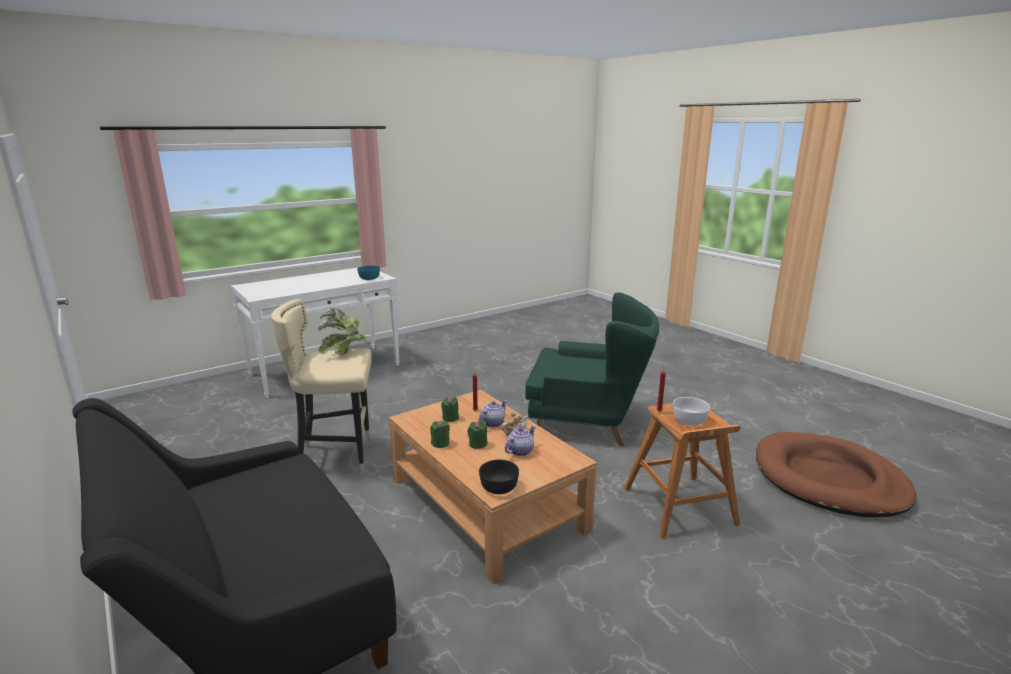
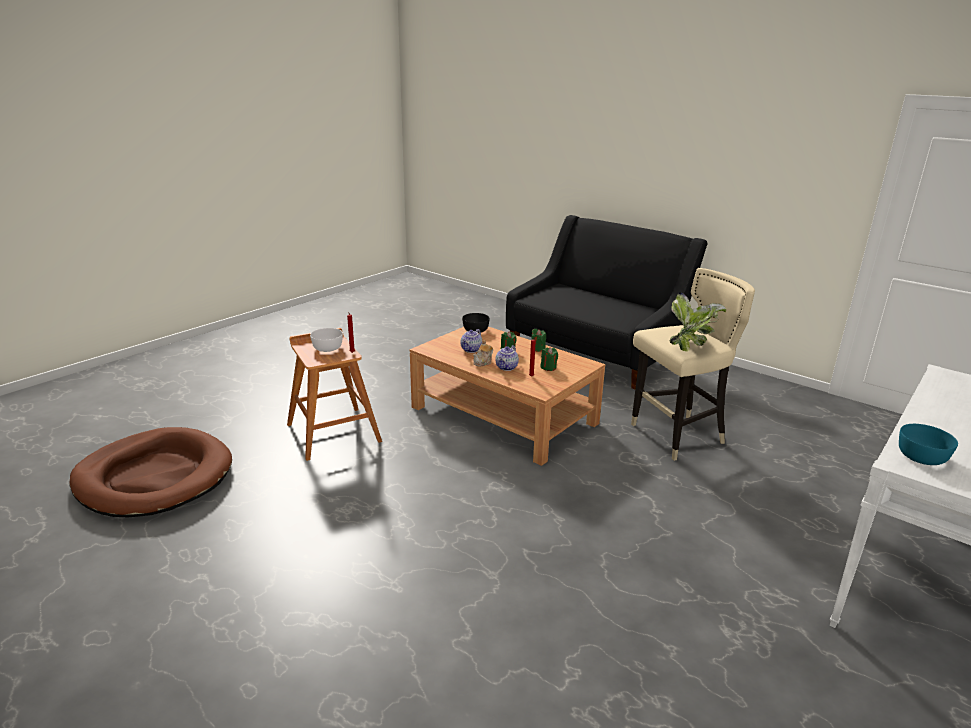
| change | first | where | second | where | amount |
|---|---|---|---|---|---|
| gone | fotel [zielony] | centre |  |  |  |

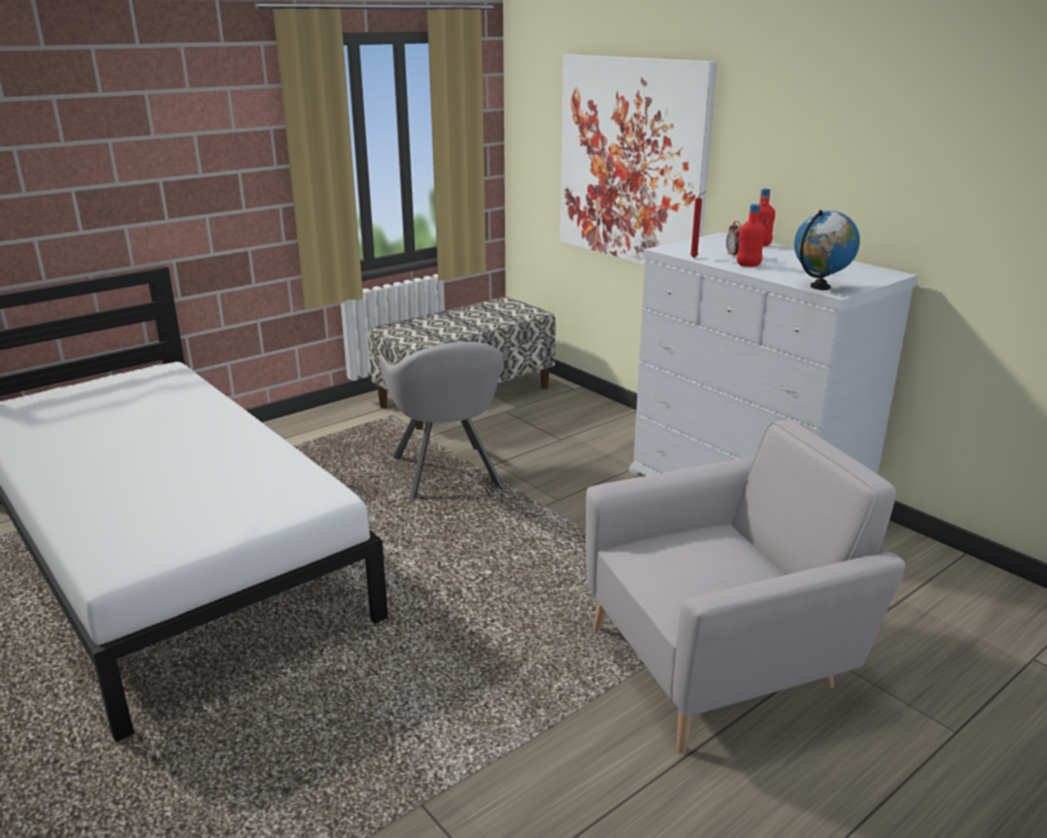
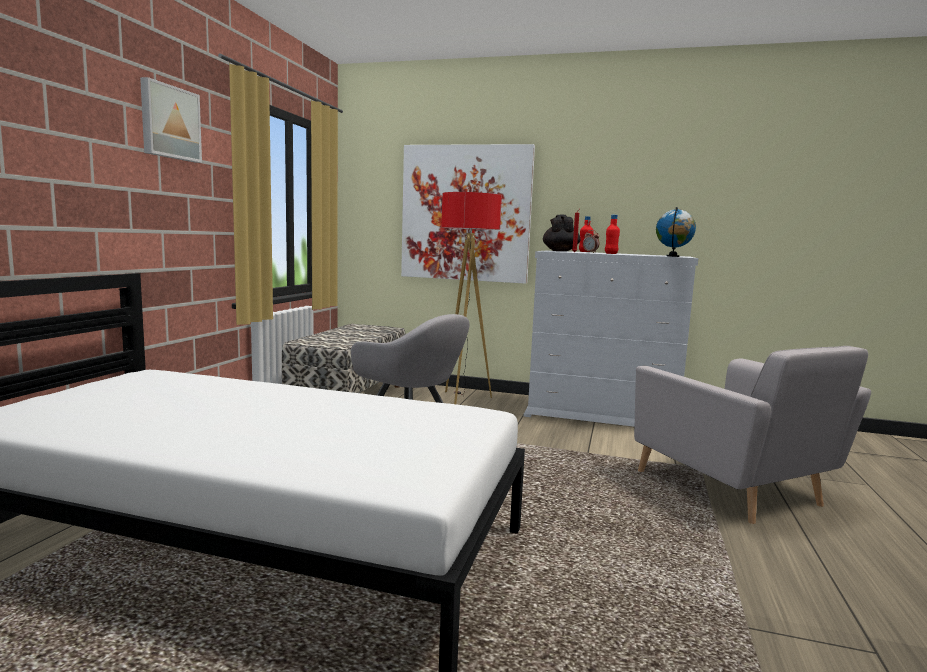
| change | first | where | second | where | amount |
|---|---|---|---|---|---|
| new |  |  | obraz (no. 1 from left) | top left |  |
| new |  |  | lampa stojąca | centre |  |
| new |  |  | imbryk [czarny] | centre |  |
| rotated | fotel [szary] (no. 2 from left) | bottom right |  | middle right | 120 degrees clockwise |

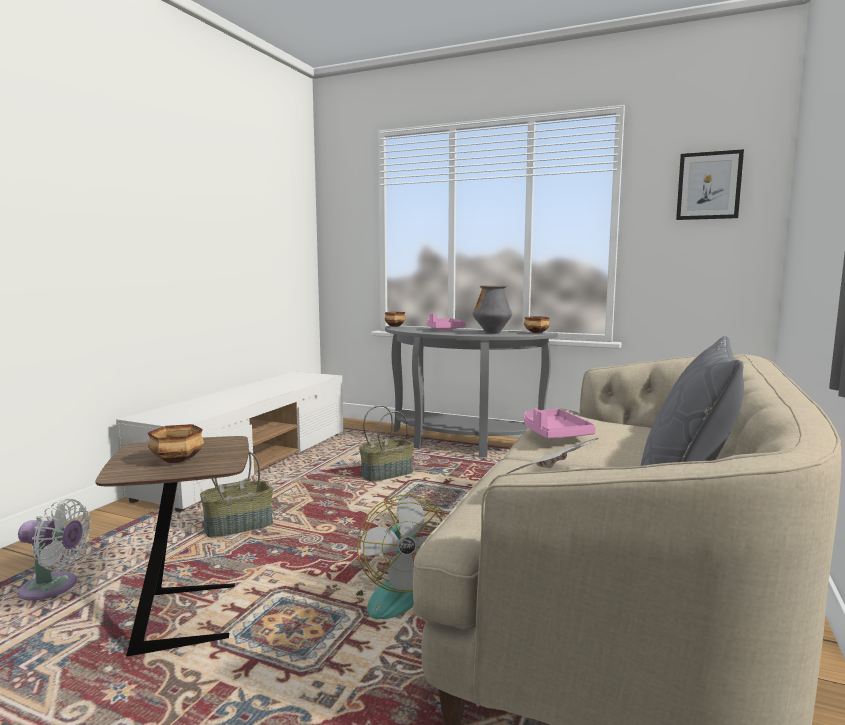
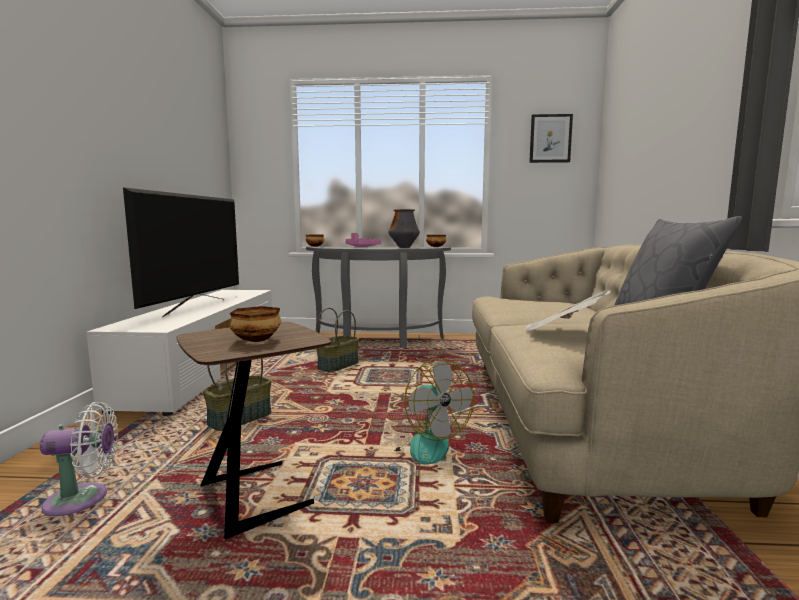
| change | first | where | second | where | amount |
|---|---|---|---|---|---|
| new |  |  | telewizor | middle left |  |
| gone | taca [różowy] (no. 2 from left) | centre |  |  |  |

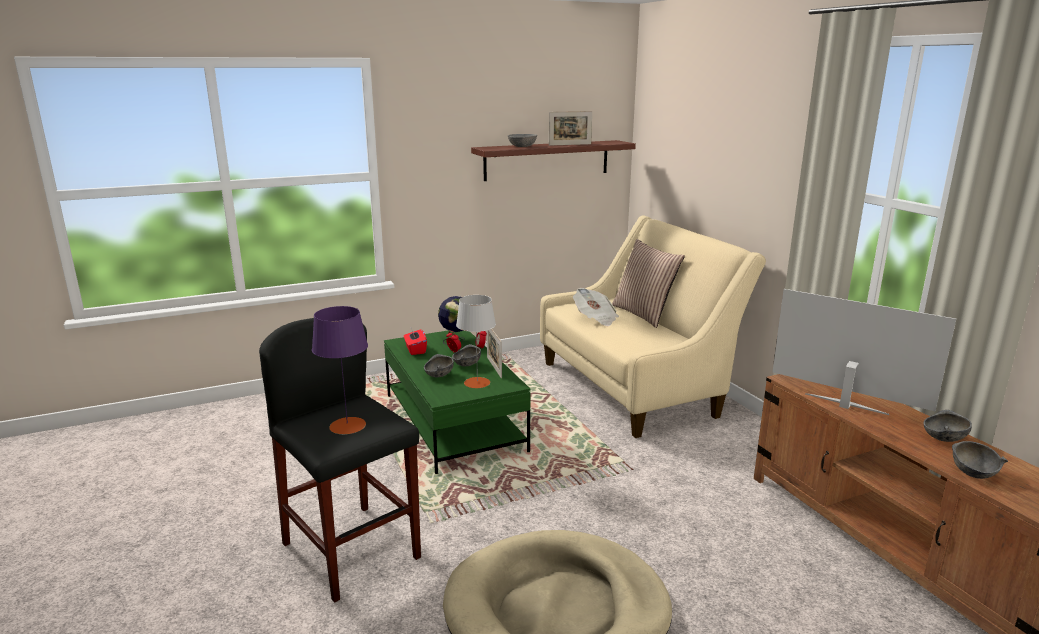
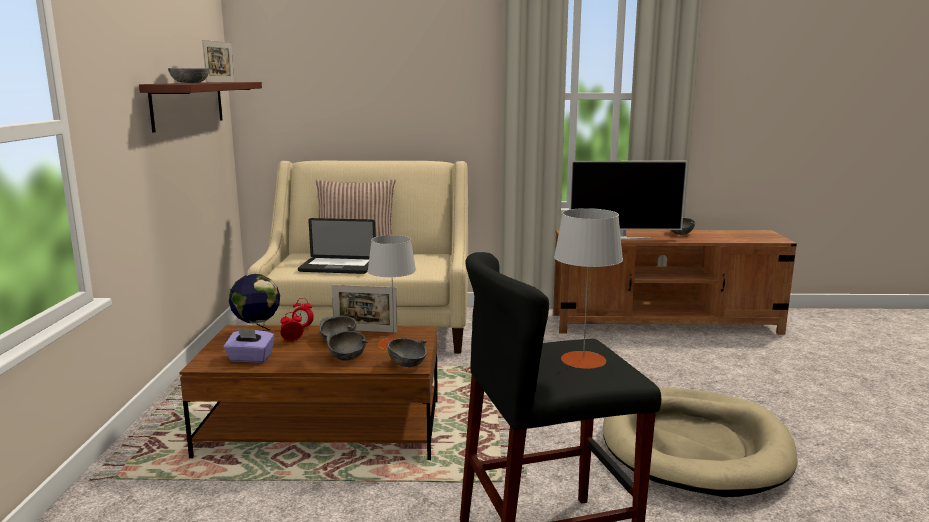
| change | first | where | second | where | amount |
|---|---|---|---|---|---|
| repainted | ława [zielony] | centre | ława [brązowy] | bottom left |  |
| repainted | pudełko chusteczek [czerwony] | centre | pudełko chusteczek [fioletowy] | middle left |  |
| swapped | gazeta | centre | laptop | centre |  |
| shifted | miska [szary] (no. 5 from left in the first image) | bottom right | miska [szary] (no. 4 from left) | bottom centre |  |
| repainted | lampa stołowa [fioletowy] | middle left | lampa stołowa [szary] (no. 2 from left) | centre |  |
| rotated | telewizor | middle right |  | middle right | 150 degrees counterclockwise |

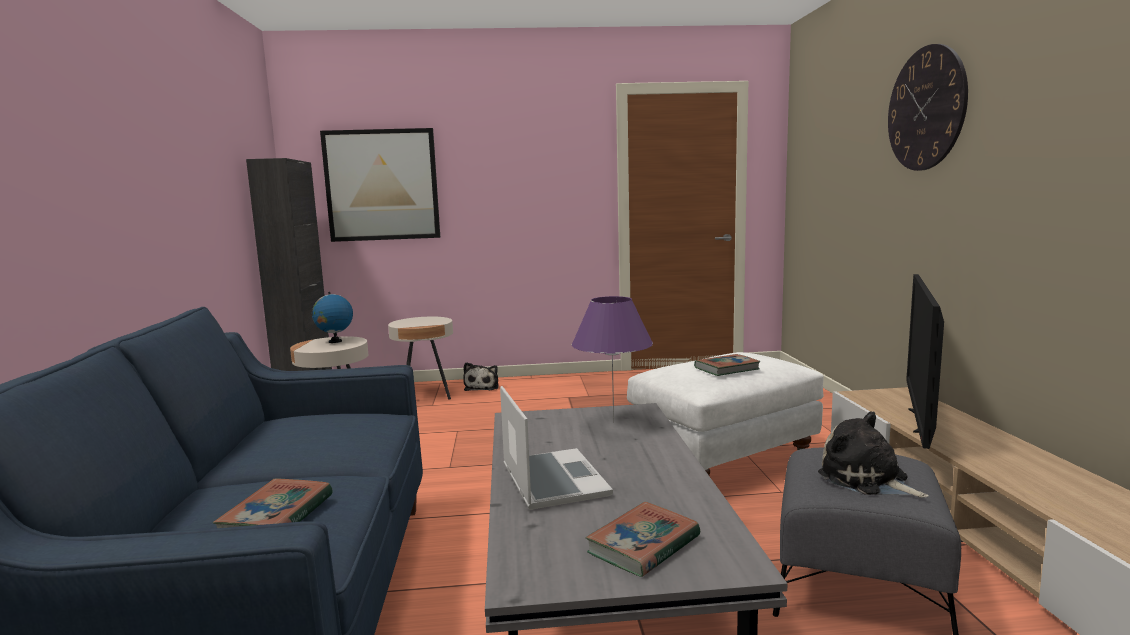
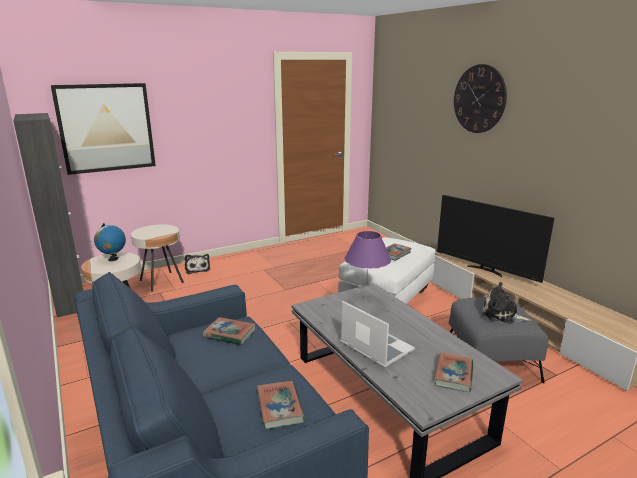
| change | first | where | second | where | amount |
|---|---|---|---|---|---|
| new |  |  | książka (no. 1 from left) | bottom centre |  |
| rotated | telewizor | middle right |  | middle right | 45 degrees counterclockwise |

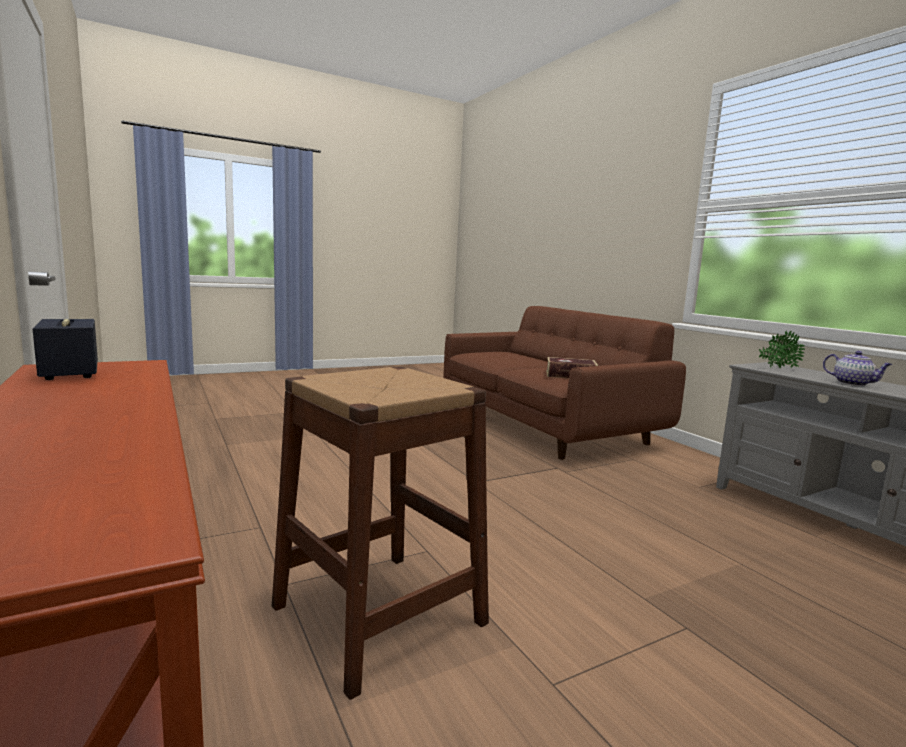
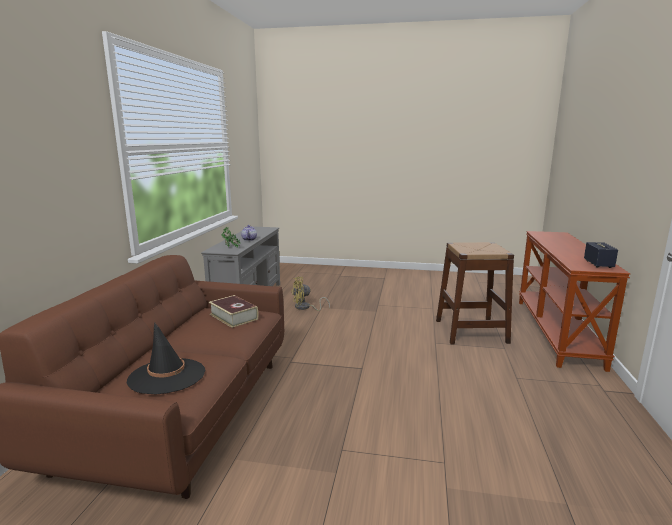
| change | first | where | second | where | amount |
|---|---|---|---|---|---|
| new |  |  | kapelusz [czarny] | bottom left |  |
| new |  |  | wentylator [żółty] | centre |  |

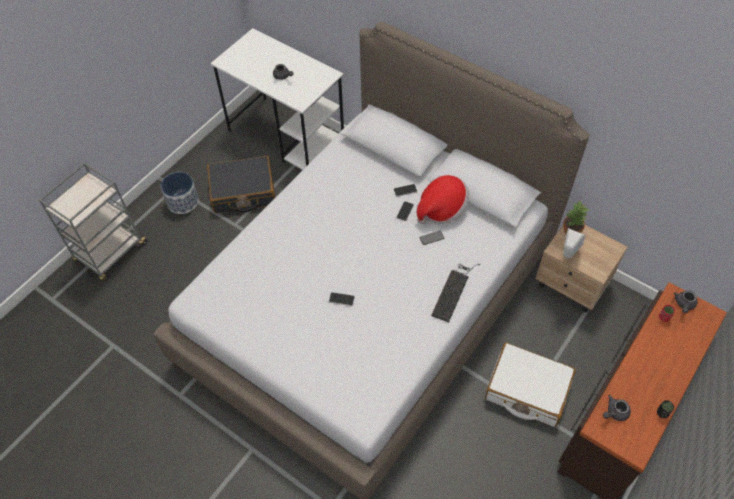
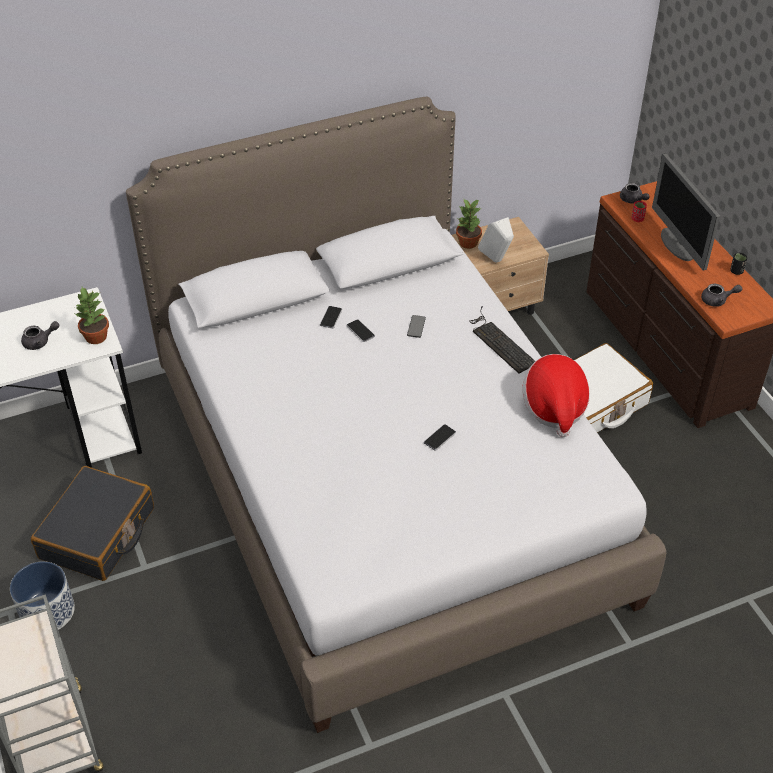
| change | first | where | second | where | amount |
|---|---|---|---|---|---|
| new |  |  | roślina doniczkowa (no. 1 from left) | middle left |  |
| shifted | kapelusz | centre |  | middle right |  |
| new |  |  | monitor | top right |  |
| rotated | imbryk [szary] (no. 2 from left in the first image) | bottom right | imbryk [szary] (no. 3 from left) | middle right | 90 degrees counterclockwise |

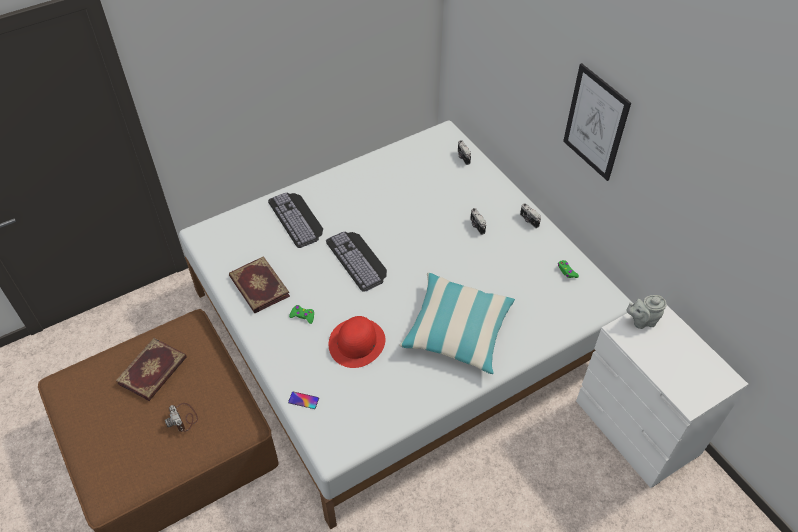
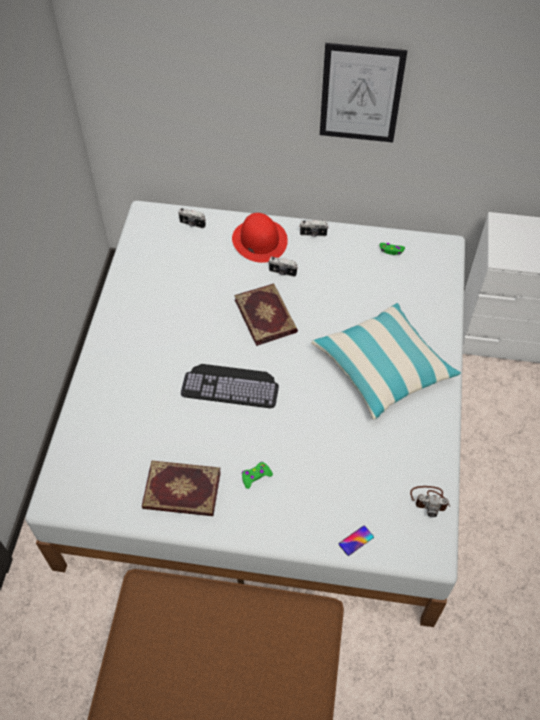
| change | first | where | second | where | amount |
|---|---|---|---|---|---|
| shifted | kapelusz [czerwony] | centre |  | top centre |  |
| shifted | książka (no. 1 from left in the first image) | bottom left | książka (no. 2 from left) | centre |  |
| shifted | aparat fotograficzny (no. 1 from left in the first image) | bottom left | aparat fotograficzny (no. 4 from left) | bottom right |  |
| gone | klawiatura (no. 1 from left) | centre |  |  |  |
| gone | imbryk [szary] | middle right |  |  |  |

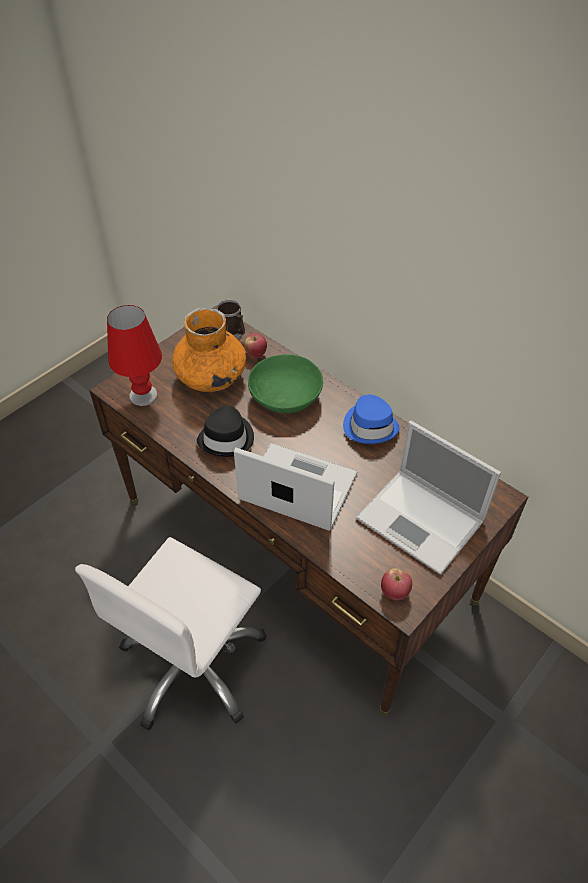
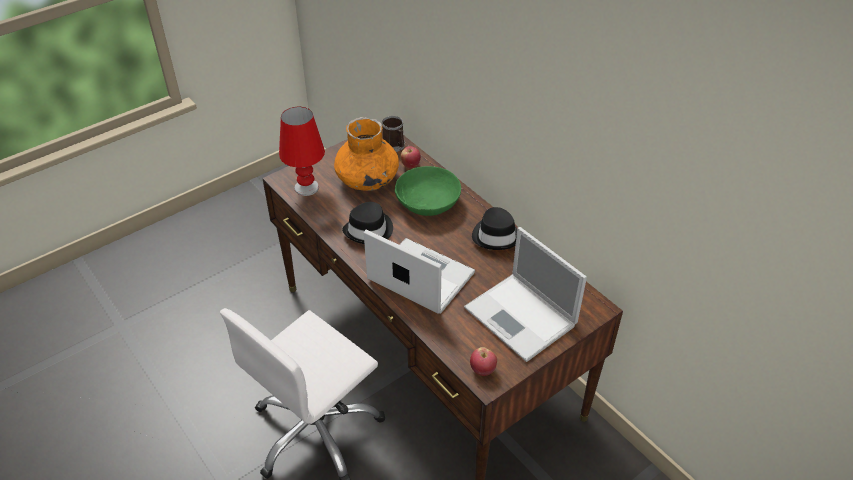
| change | first | where | second | where | amount |
|---|---|---|---|---|---|
| repainted | kapelusz [niebieski] | centre | kapelusz [czarny] (no. 2 from left) | centre |  |

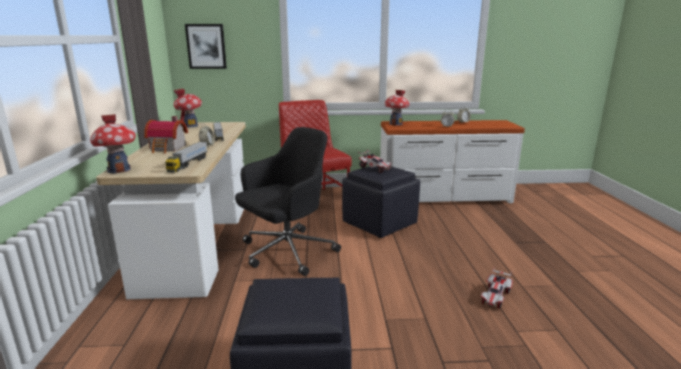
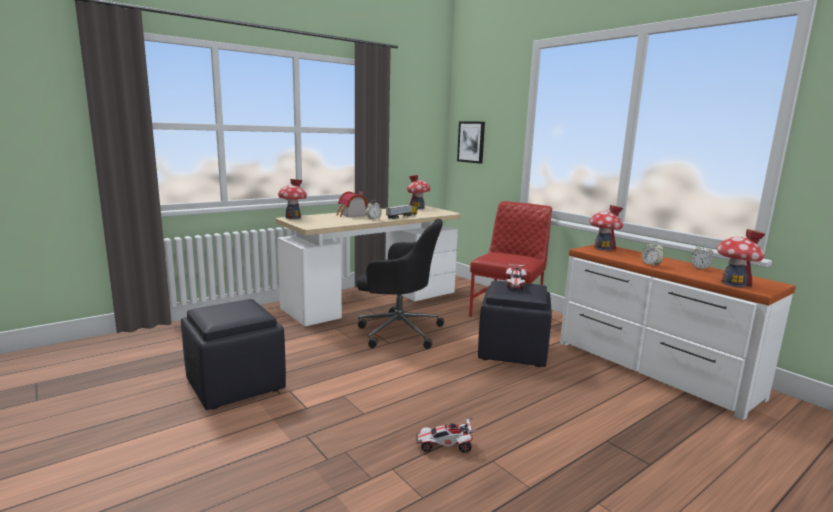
| change | first | where | second | where | amount |
|---|---|---|---|---|---|
| new |  |  | domek (no. 5 from left) | middle right |  |
| gone | ciężarówka zabawkowa (no. 1 from left) | middle left |  |  |  |

